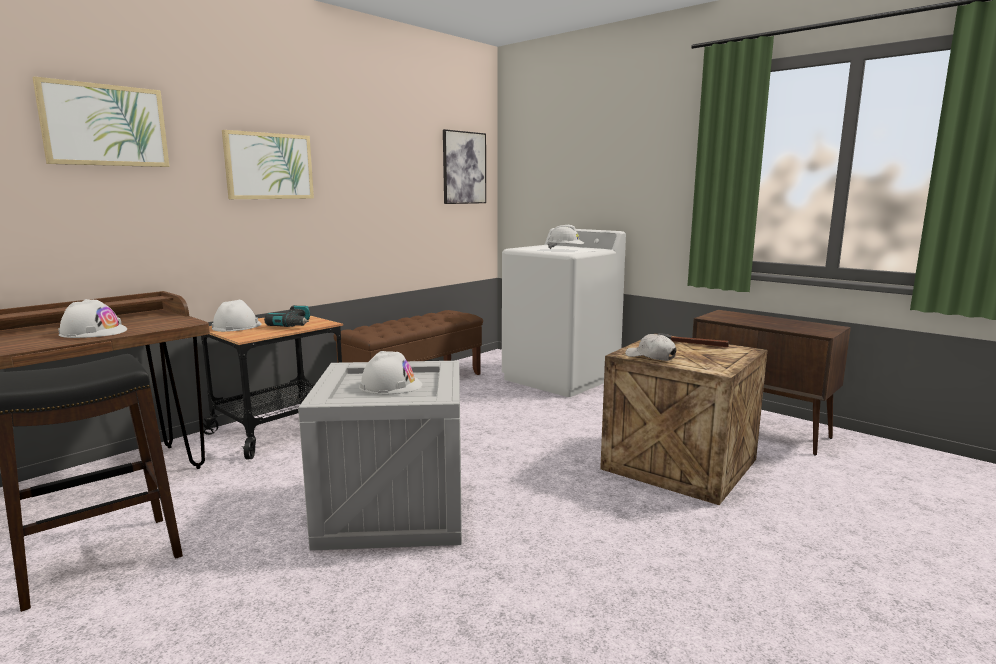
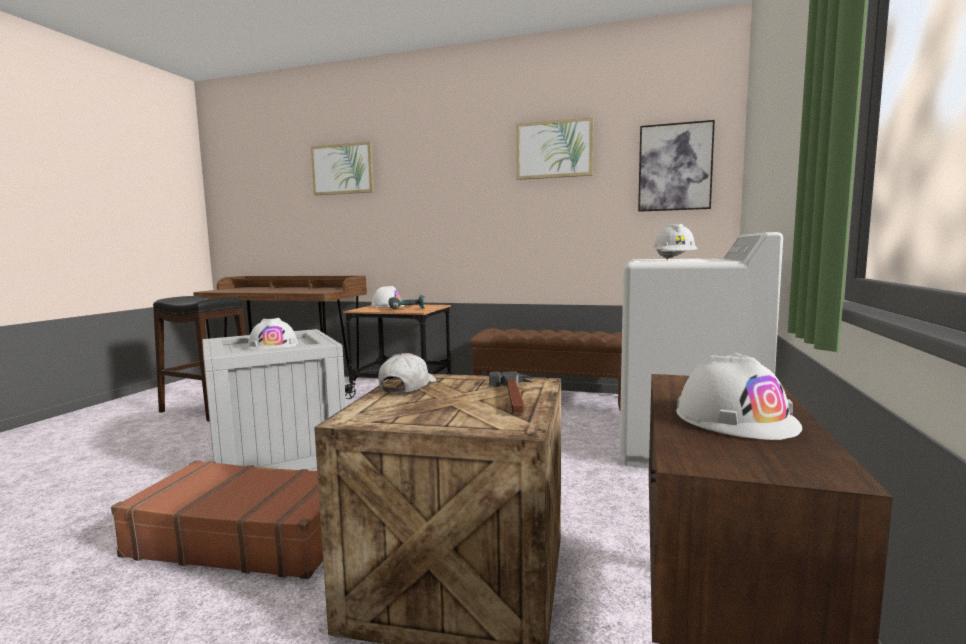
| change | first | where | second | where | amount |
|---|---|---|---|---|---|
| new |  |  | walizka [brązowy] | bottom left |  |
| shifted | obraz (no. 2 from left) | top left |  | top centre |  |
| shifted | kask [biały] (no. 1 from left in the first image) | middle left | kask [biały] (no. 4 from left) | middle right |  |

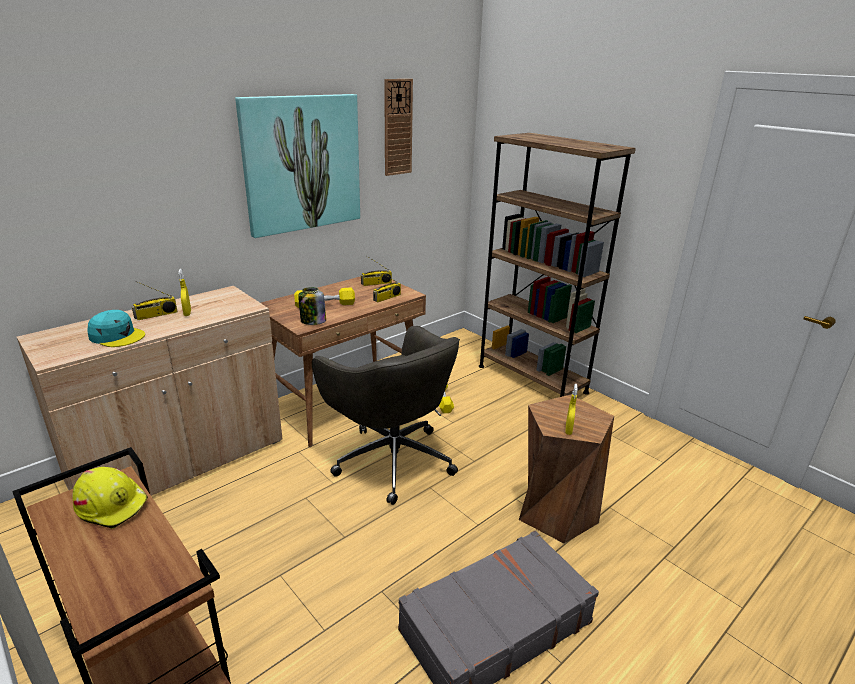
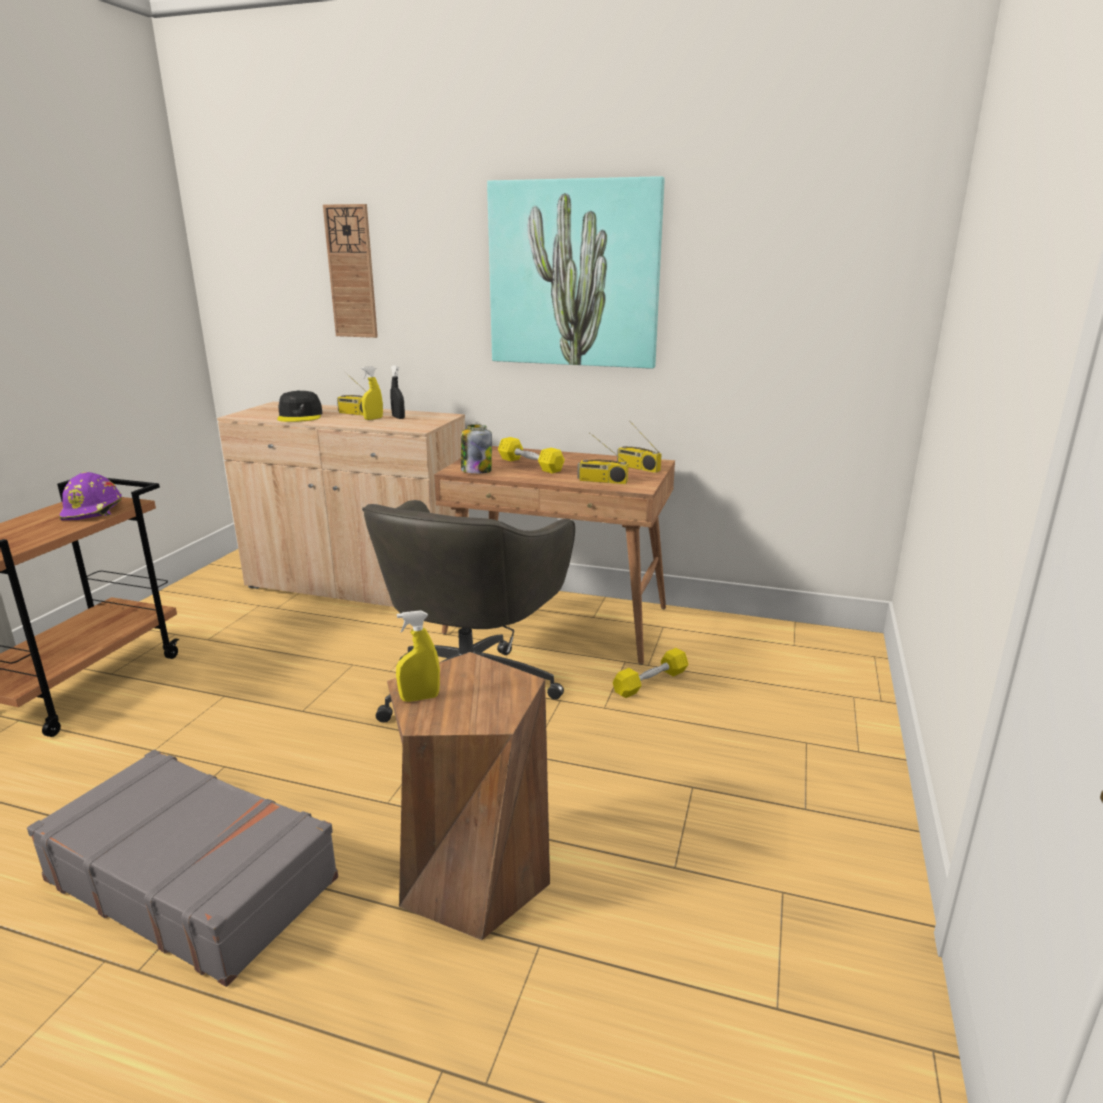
| change | first | where | second | where | amount |
|---|---|---|---|---|---|
| repainted | kask [żółty] | bottom left | kask [fioletowy] | middle left |  |
| repainted | czapka z daszkiem [turkusowy] | middle left | czapka z daszkiem [czarny] | middle left |  |
| shifted | zegar ścienny | top centre |  | top left |  |
| new |  |  | spryskiwacz [czarny] | centre |  |
| gone | regał [brązowy] | centre |  |  |  |

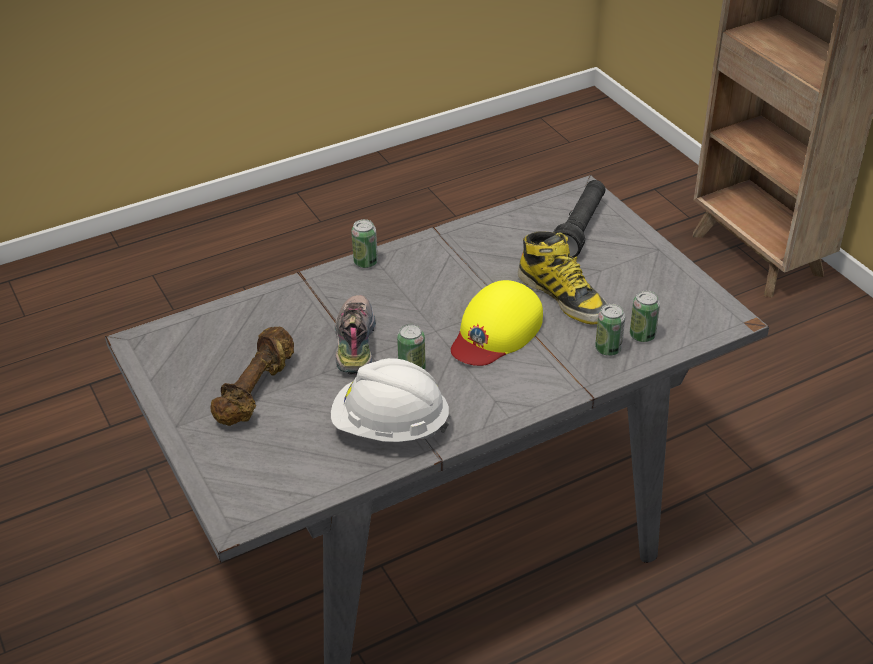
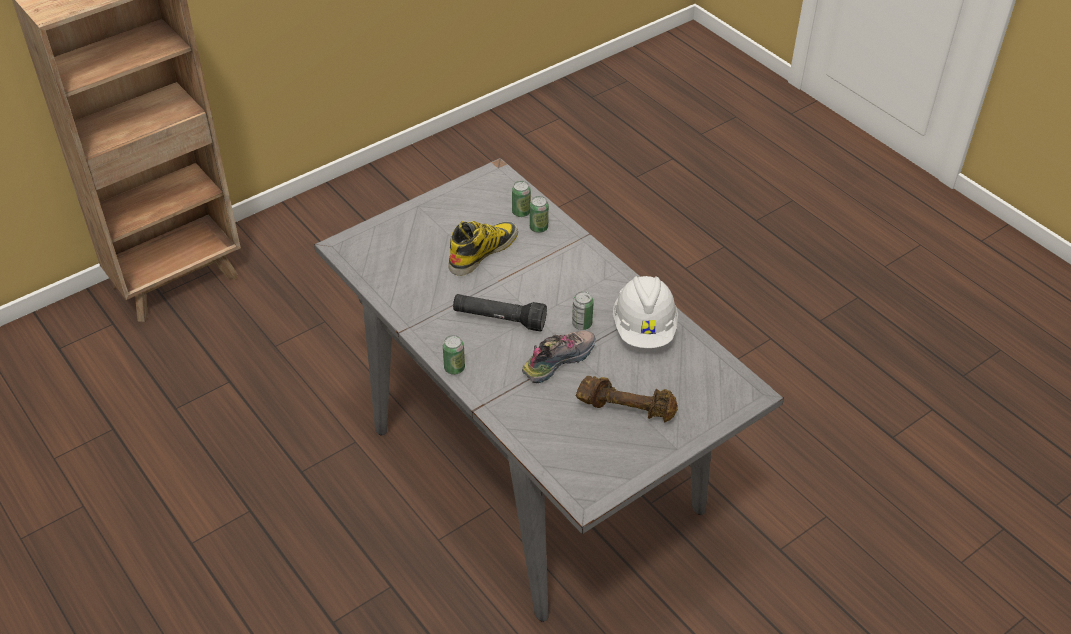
| change | first | where | second | where | amount |
|---|---|---|---|---|---|
| shifted | latarka [czarny] | top centre |  | centre |  |
| rotated | but | centre |  | centre | 150 degrees clockwise |
| gone | czapka z daszkiem [żółty] | centre |  |  |  |

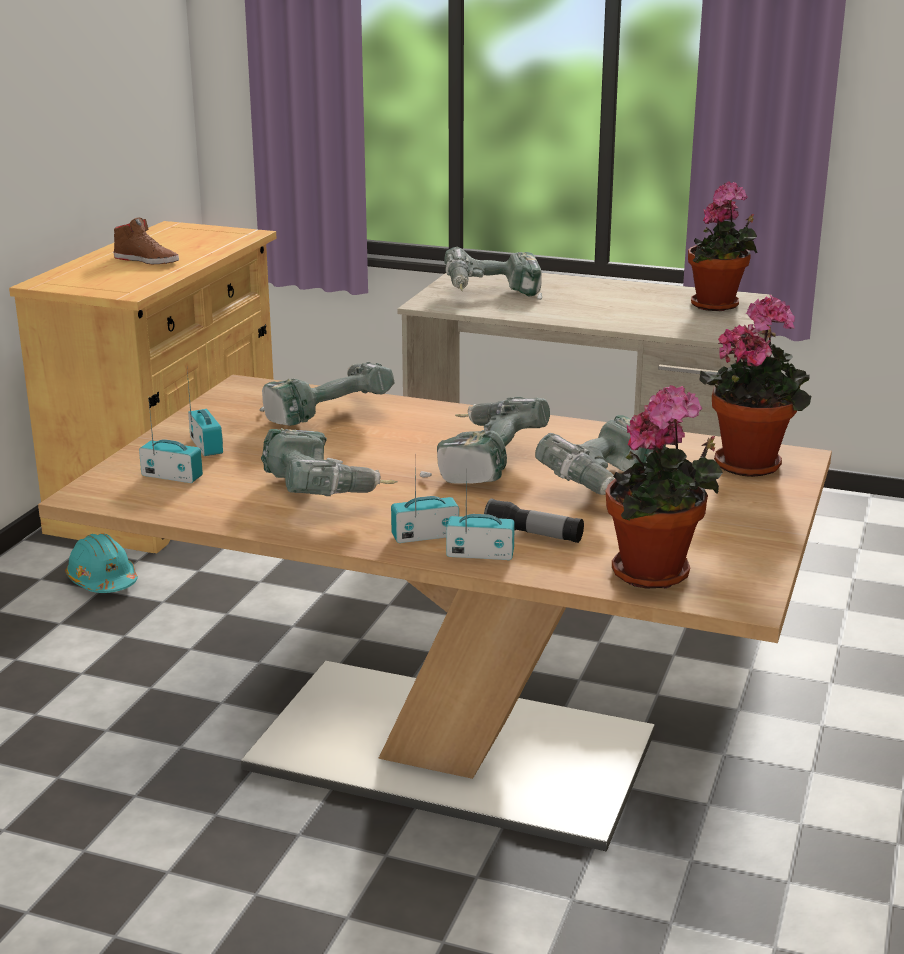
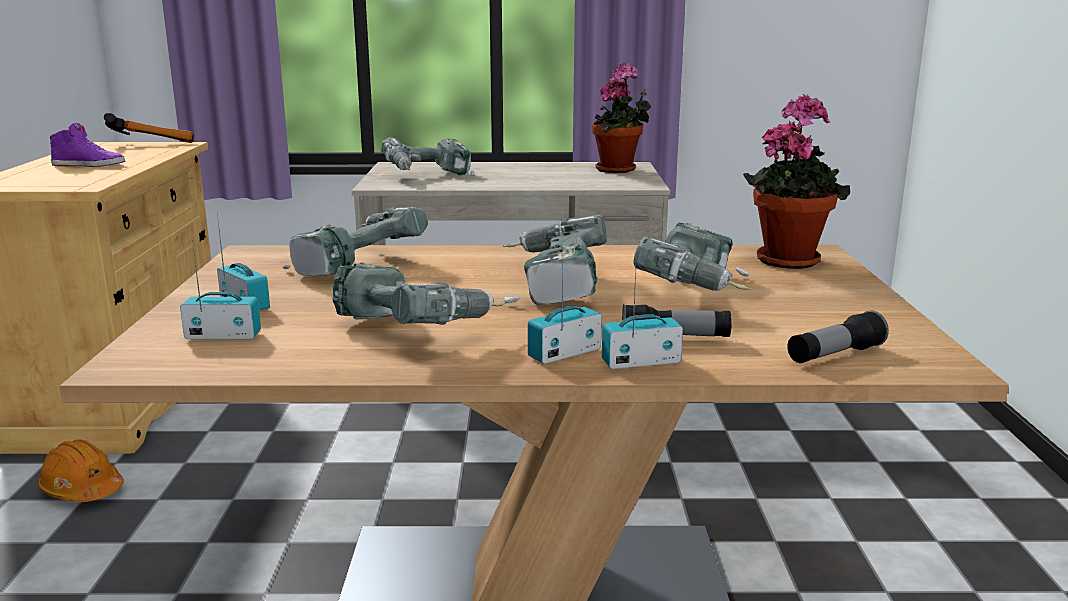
| change | first | where | second | where | amount |
|---|---|---|---|---|---|
| repainted | kask [turkusowy] | middle left | kask [pomarańczowy] | bottom left |  |
| repainted | but [brązowy] | top left | but [fioletowy] | top left |  |
| new |  |  | młotek | top left |  |
| swapped | roślina doniczkowa (no. 1 from left) | middle right | latarka (no. 2 from left) | middle right |  |

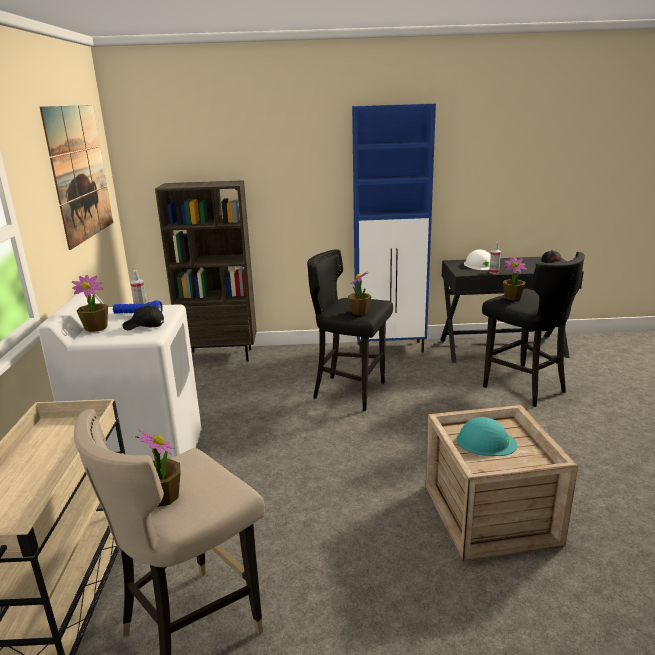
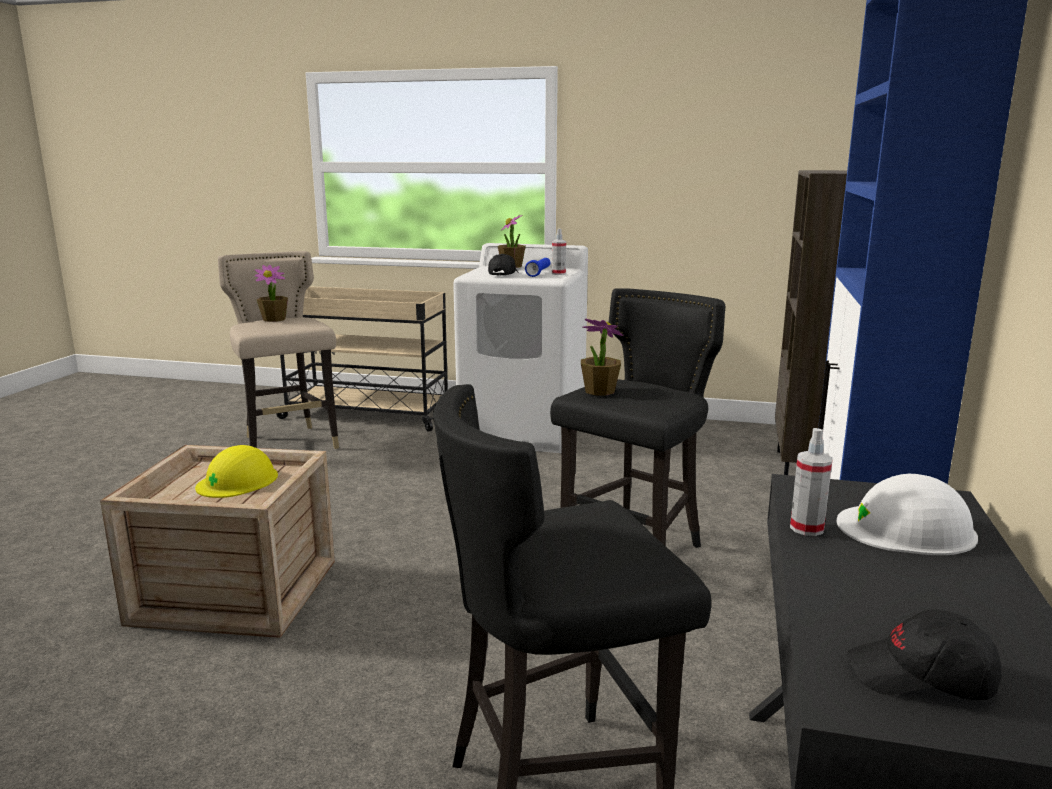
| change | first | where | second | where | amount |
|---|---|---|---|---|---|
| repainted | kask [turkusowy] | middle right | kask [żółty] | middle left |  |
| gone | obraz | top left |  |  |  |
| gone | roślina doniczkowa (no. 4 from left) | middle right |  |  |  |

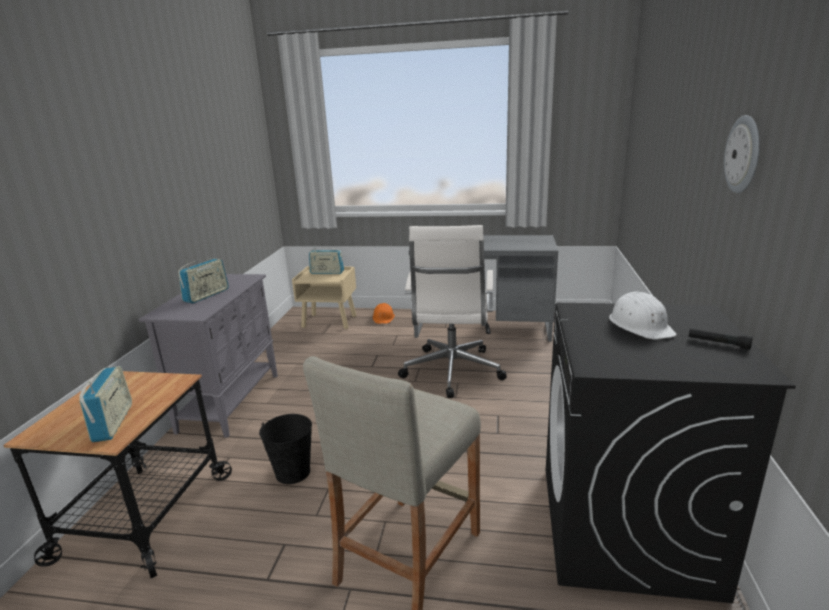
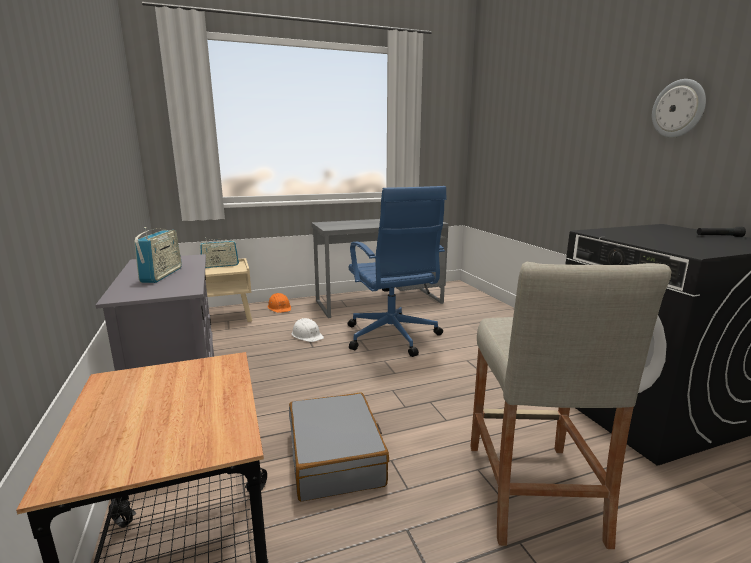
| change | first | where | second | where | amount |
|---|---|---|---|---|---|
| swapped | wiadro [czarny] | bottom centre | walizka [szary] | bottom centre |  |
| shifted | kask [biały] | middle right |  | centre |  |
| repainted | krzesło biurowe [biały] | centre | krzesło biurowe [niebieski] | centre |  |
| gone | radio (no. 1 from left) | middle left |  |  |  |

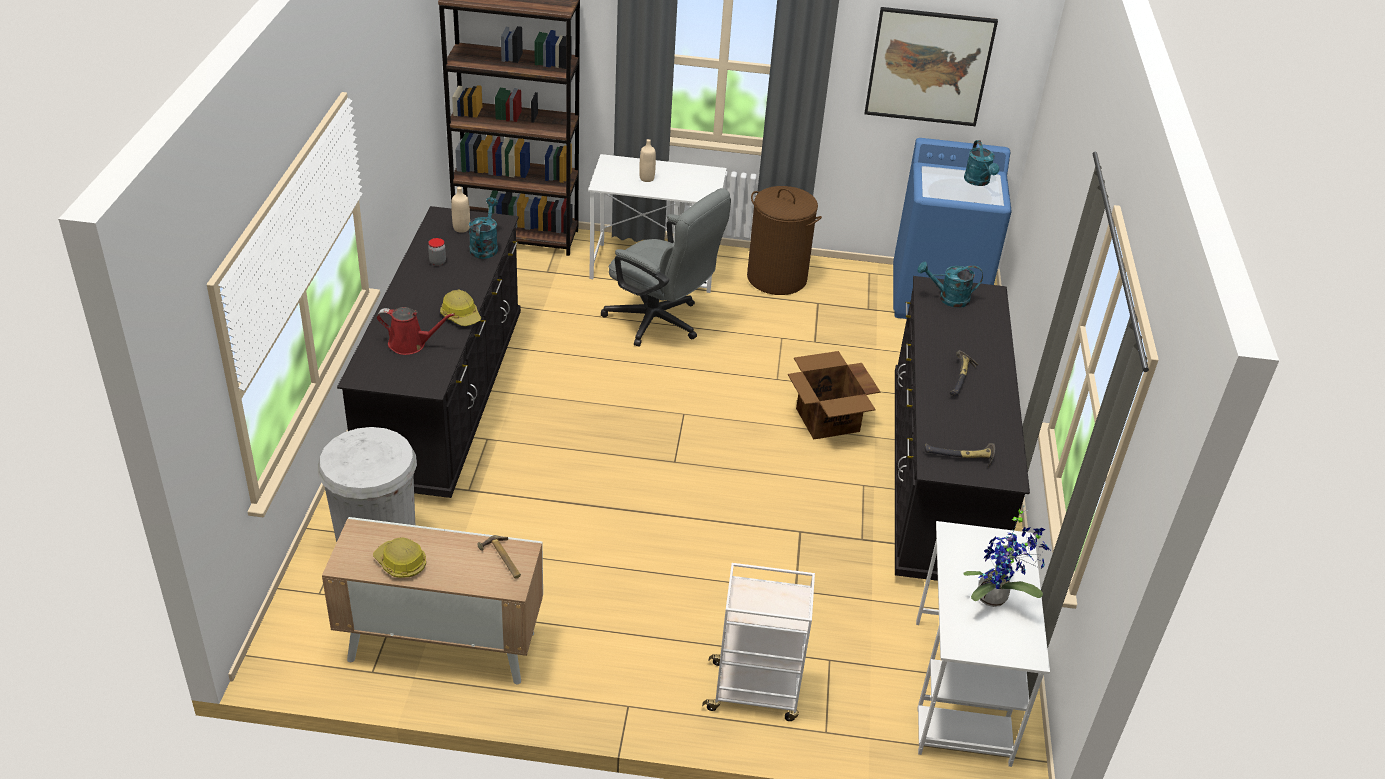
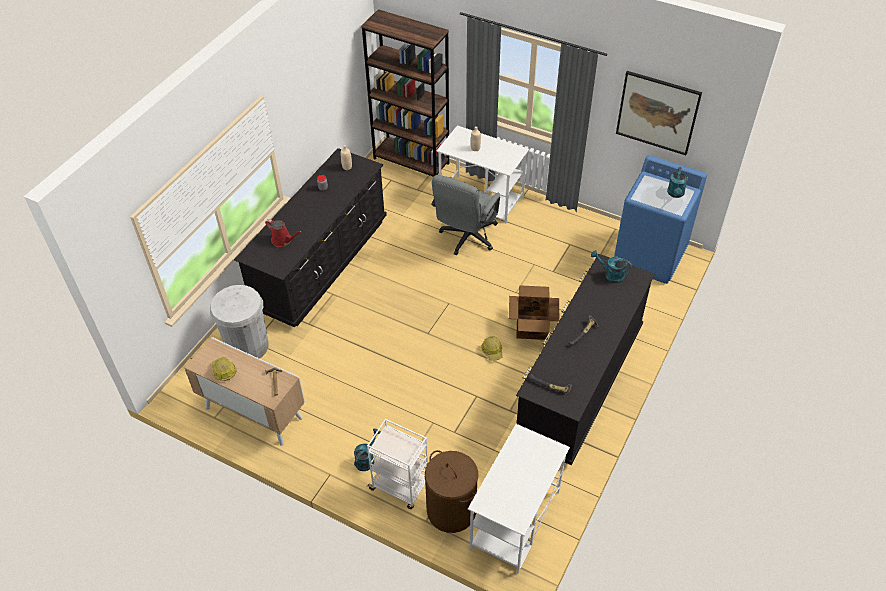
| change | first | where | second | where | amount |
|---|---|---|---|---|---|
| shifted | konewka [turkusowy] (no. 1 from left) | top centre |  | bottom centre |  |
| shifted | kosz na pranie [brązowy] | top centre |  | bottom centre |  |
| rotated | krzesło biurowe [szary] | centre |  | centre | 60 degrees clockwise |
| shifted | kask (no. 2 from left) | middle left |  | centre |  |
| gone | roślina doniczkowa | bottom right |  |  |  |

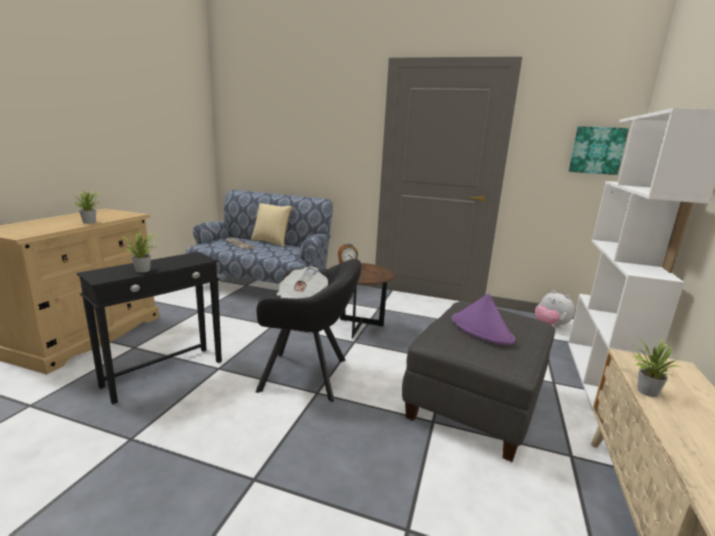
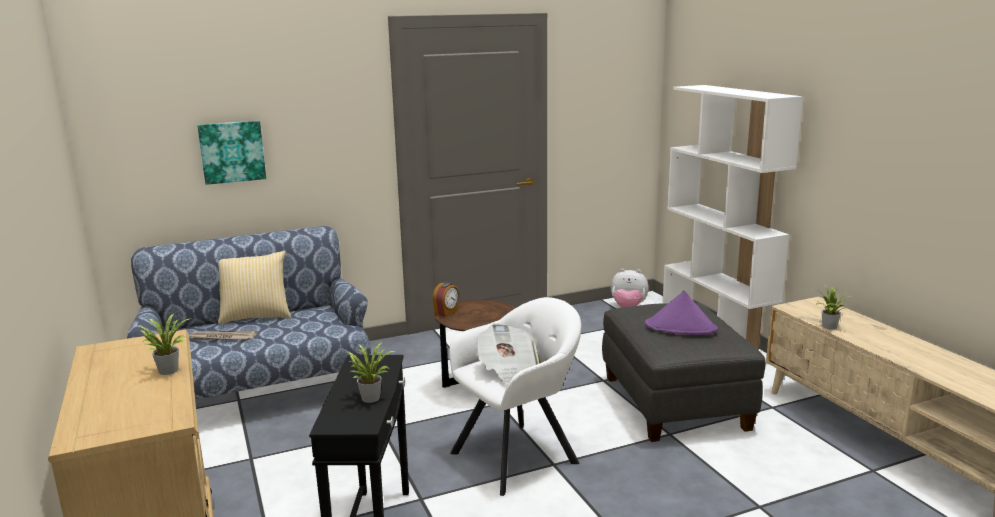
| change | first | where | second | where | amount |
|---|---|---|---|---|---|
| shifted | obraz | top right |  | top left |  |
| repainted | fotel [czarny] | centre | fotel [biały] | bottom centre |  |

